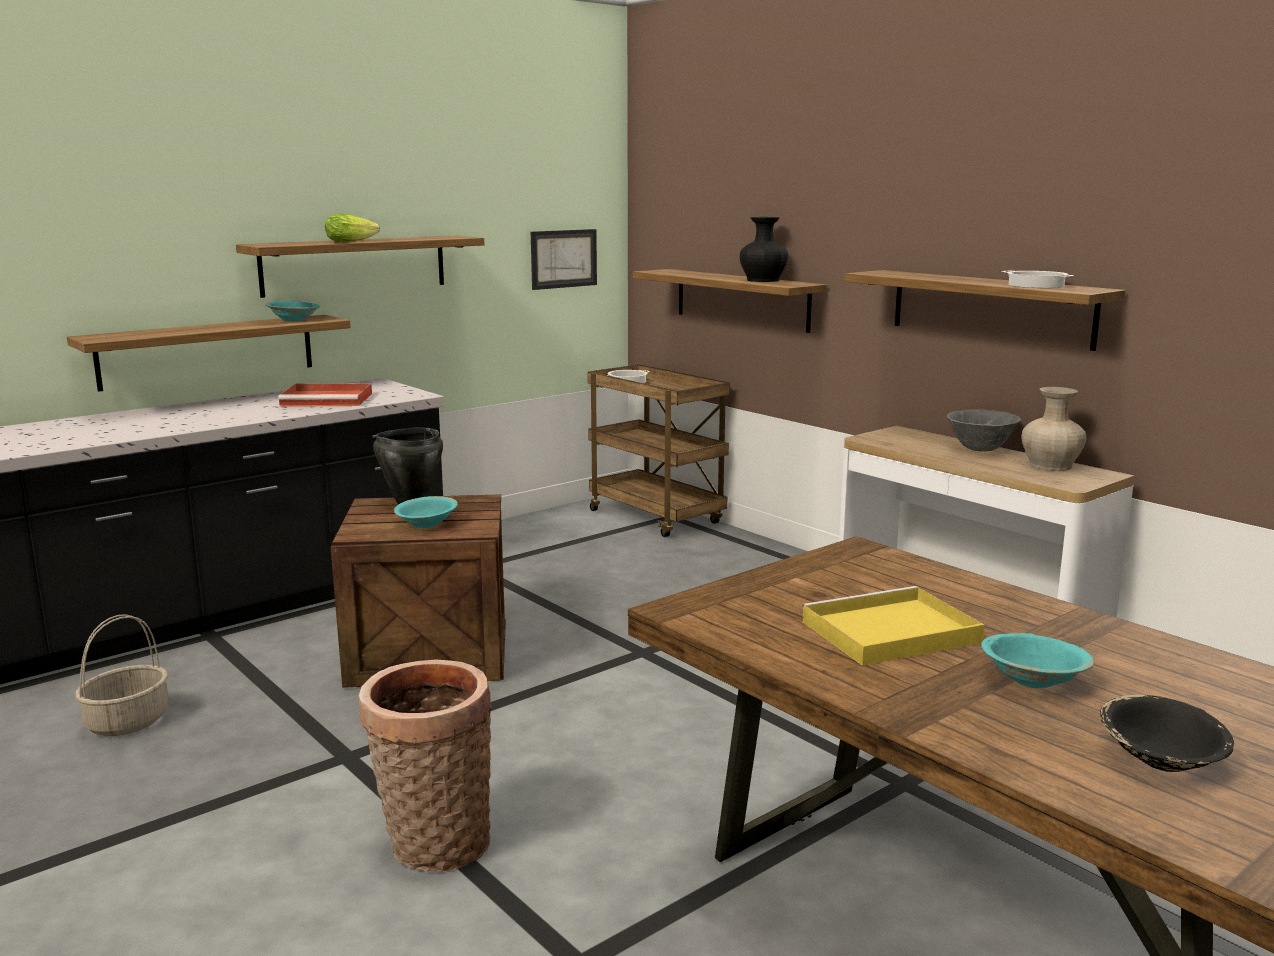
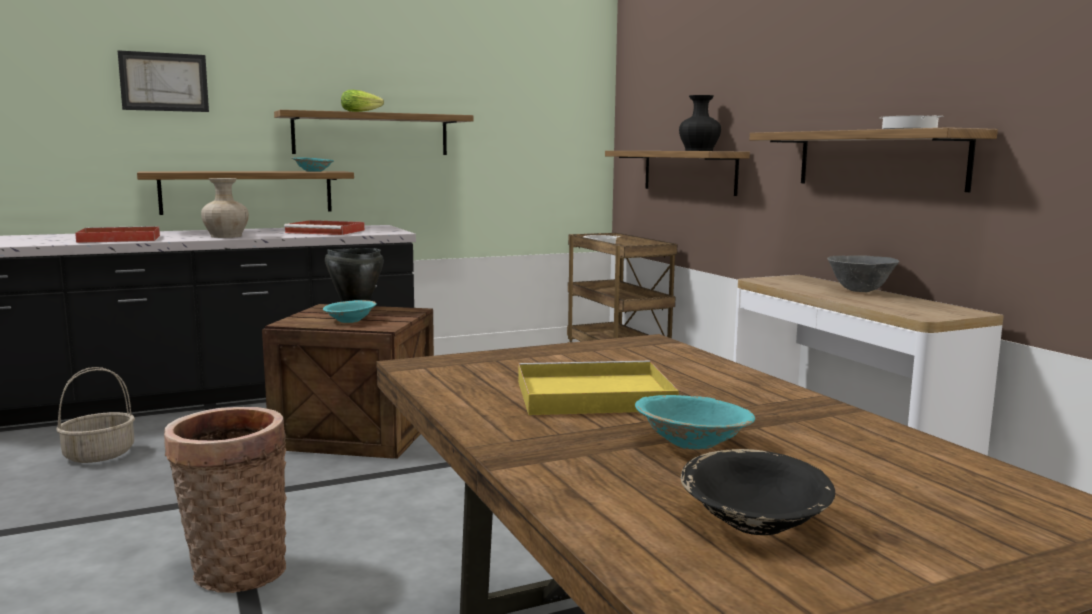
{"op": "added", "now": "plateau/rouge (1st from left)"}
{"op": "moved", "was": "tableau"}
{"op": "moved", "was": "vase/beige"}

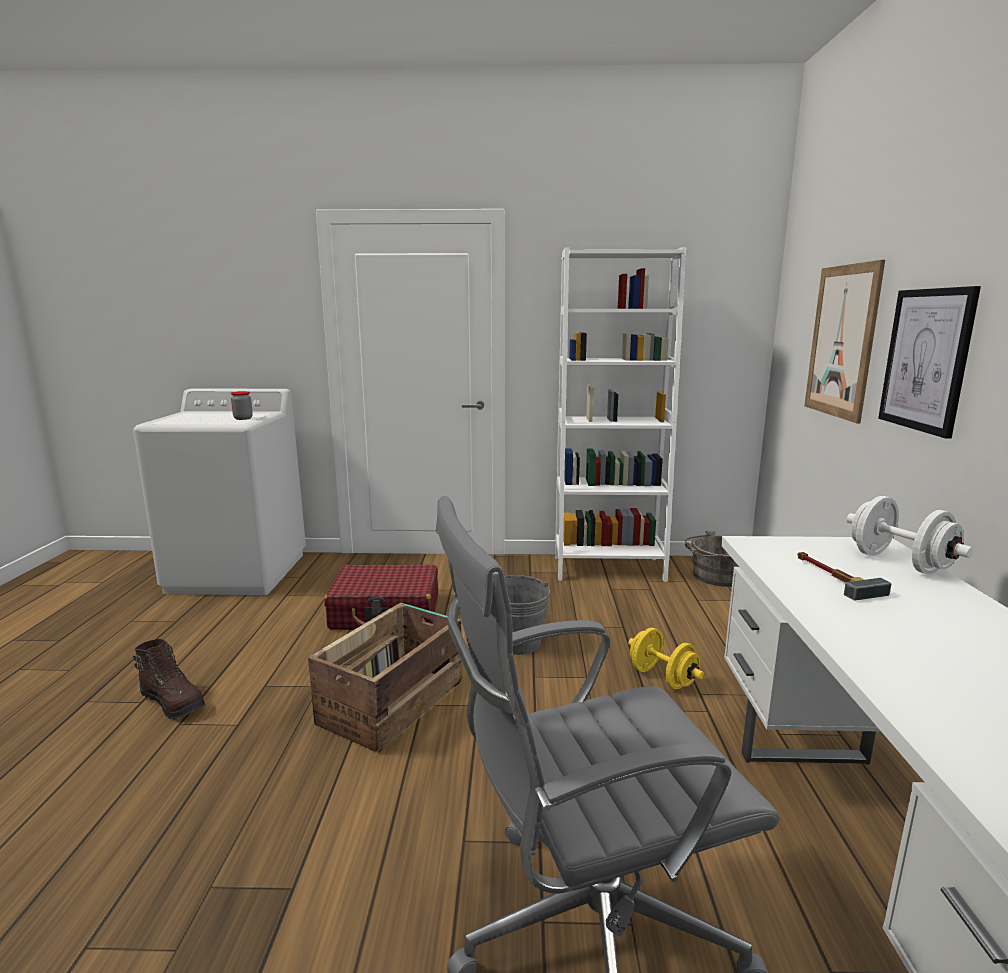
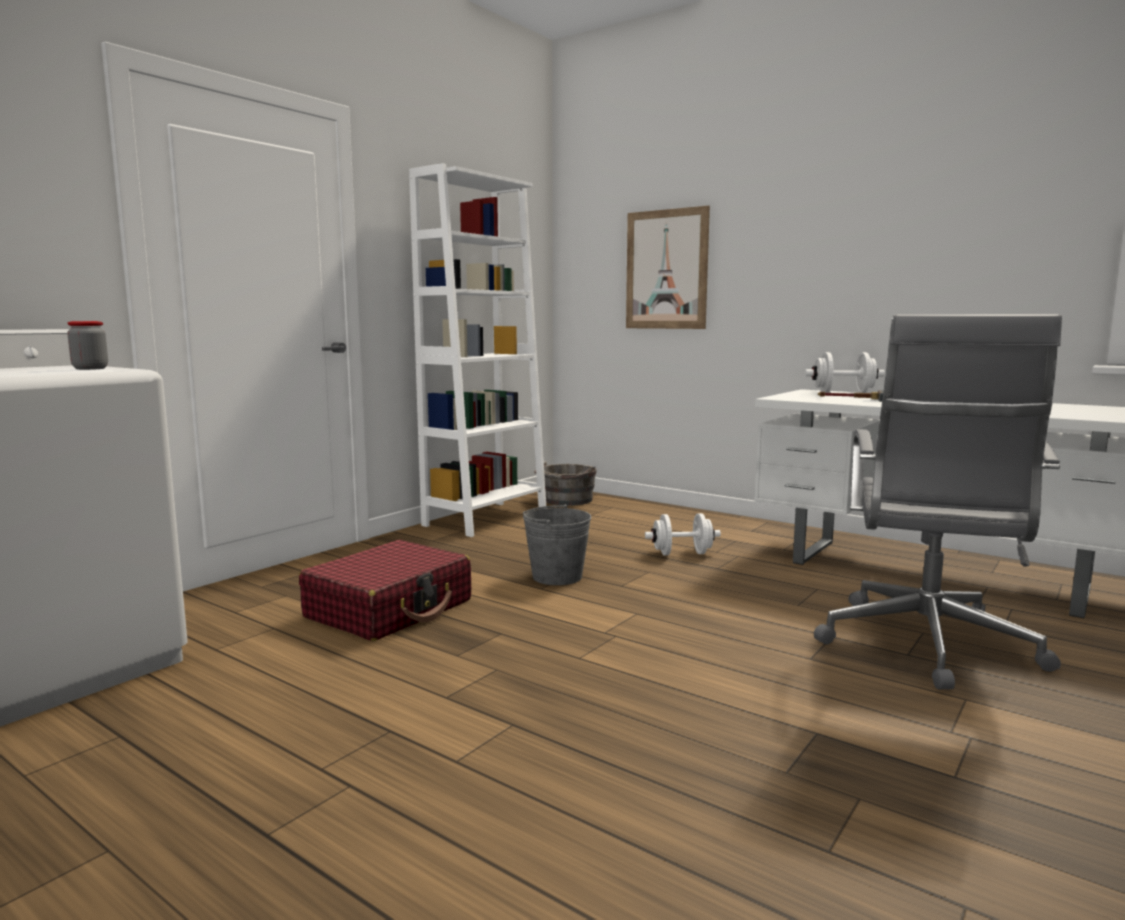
{"op": "recoloured", "was": "haltère/jaune", "now": "haltère/blanc (1st from left)"}
{"op": "removed", "was": "botte/marron"}
{"op": "removed", "was": "caisse"}
{"op": "removed", "was": "tableau (2nd from left)"}

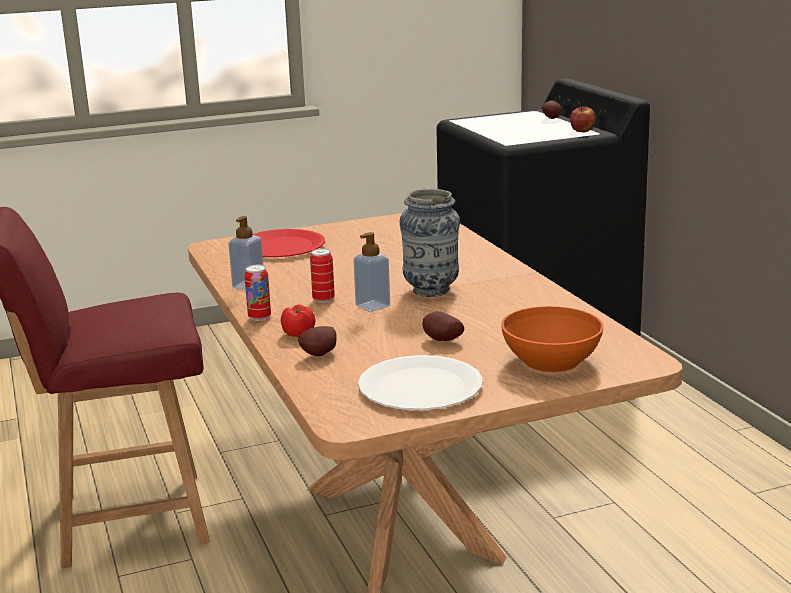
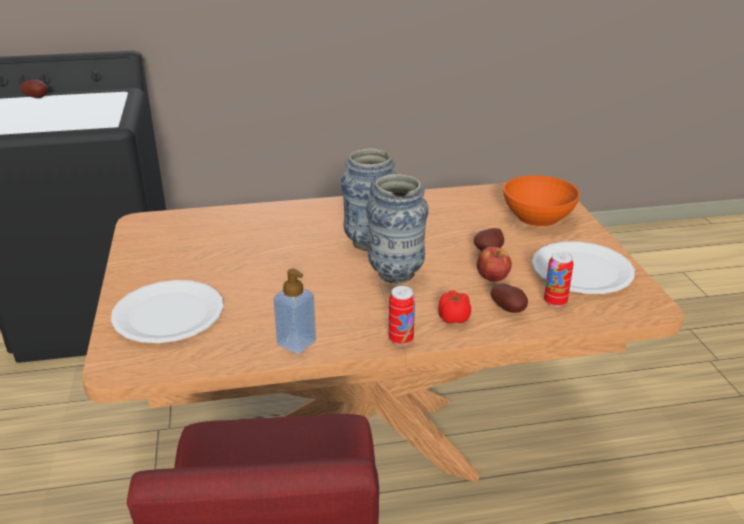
{"op": "recoloured", "was": "assiette/rouge", "now": "assiette/blanc (1st from left)"}
{"op": "replaced", "was": "distributeur de savon (2nd from left)", "now": "vase (2nd from left)"}
{"op": "moved", "was": "pomme"}
{"op": "moved", "was": "boîte métallique (2nd from left)"}

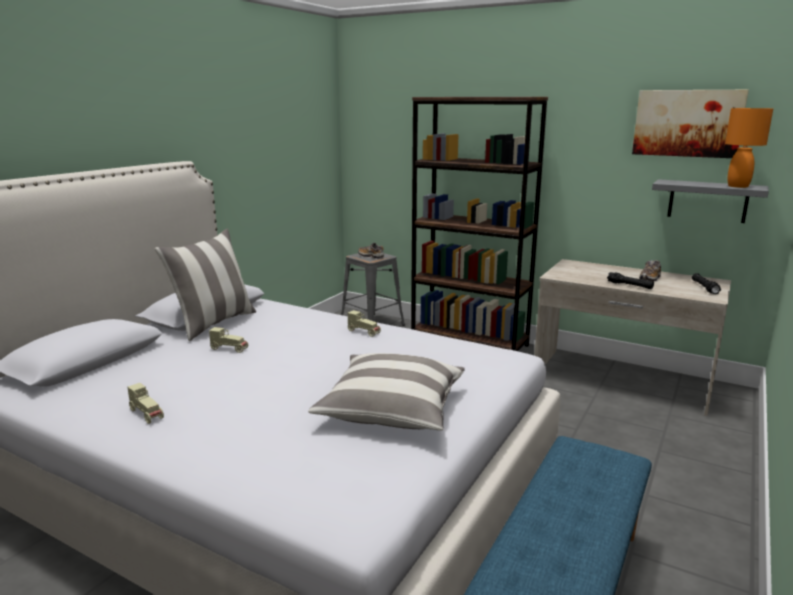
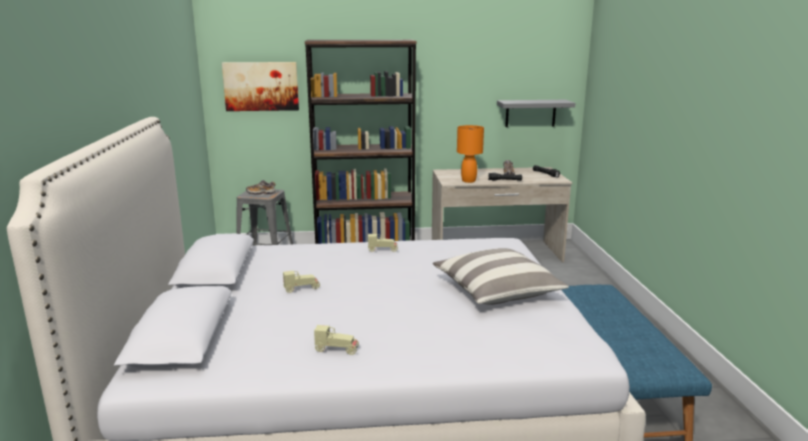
{"op": "moved", "was": "tableau"}
{"op": "moved", "was": "lampe de table/orange"}
{"op": "removed", "was": "coussin (1st from left)"}

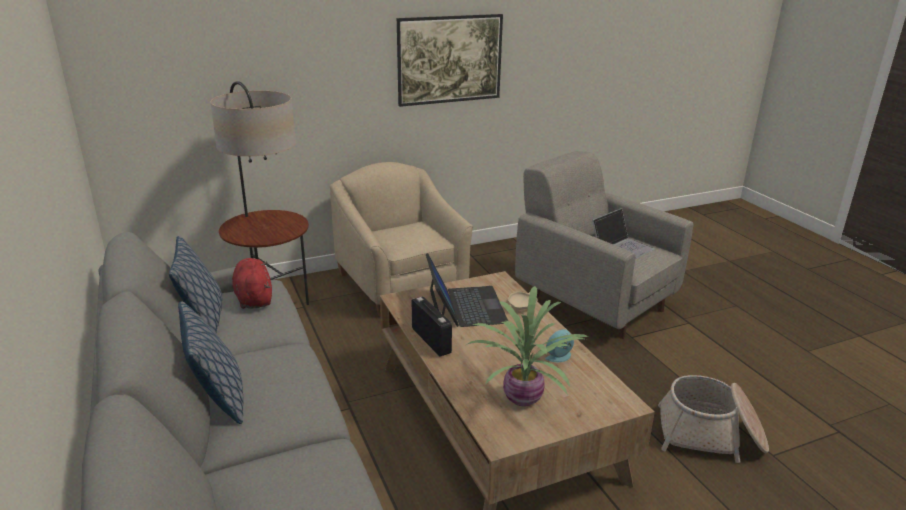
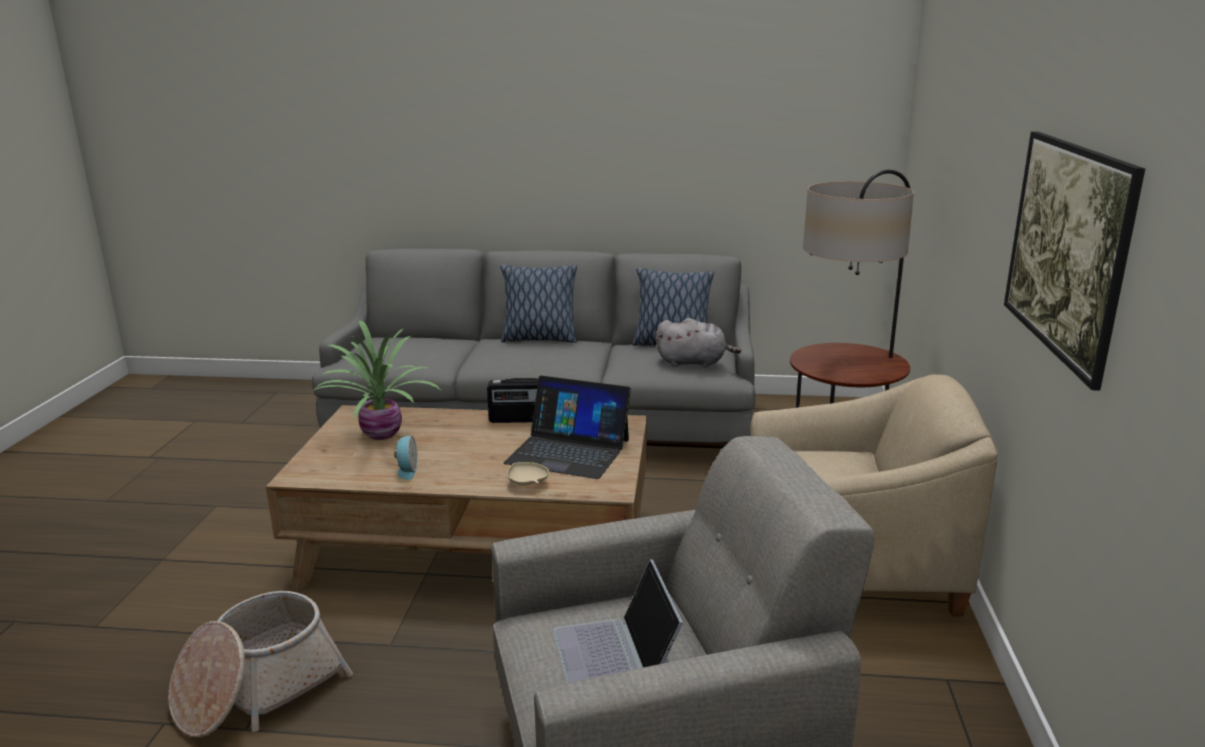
{"op": "recoloured", "was": "peluche/rouge", "now": "peluche/gris"}

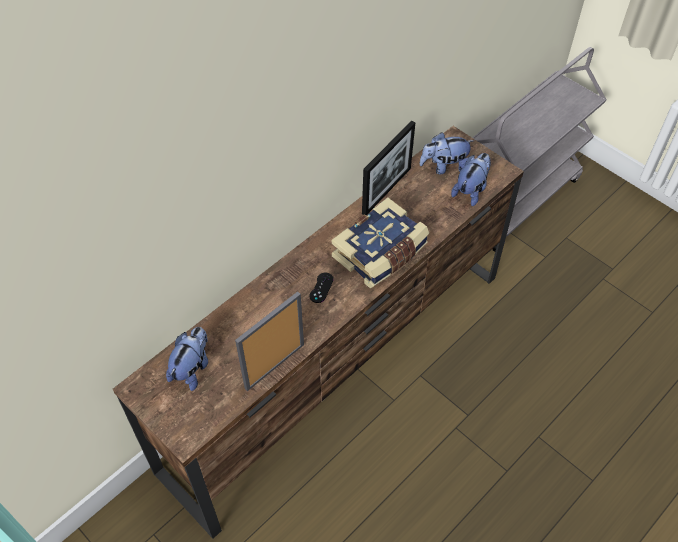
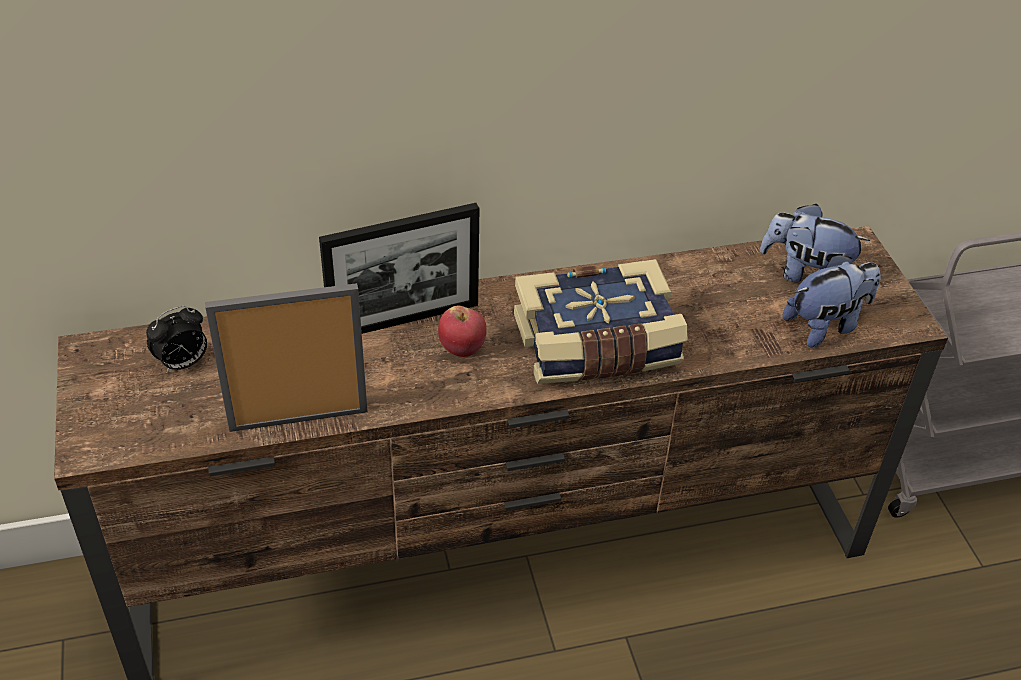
{"op": "replaced", "was": "peluche (1st from left)", "now": "réveil"}
{"op": "moved", "was": "cadre photo (2nd from left)"}
{"op": "replaced", "was": "manette/noir", "now": "pomme"}

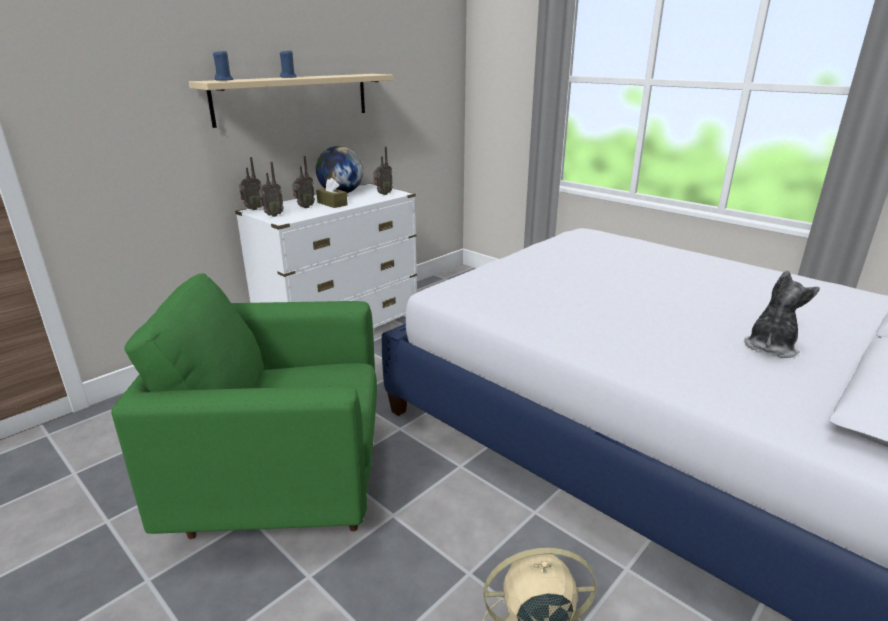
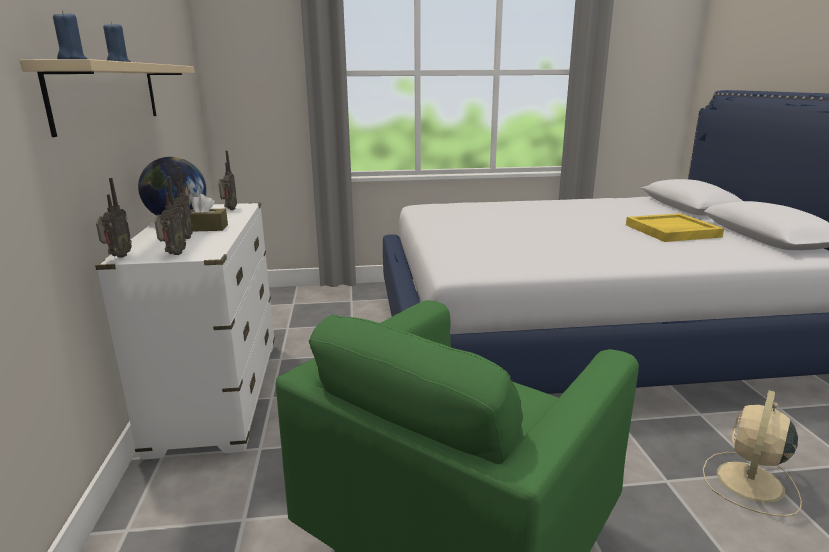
{"op": "replaced", "was": "peluche", "now": "plateau/jaune"}

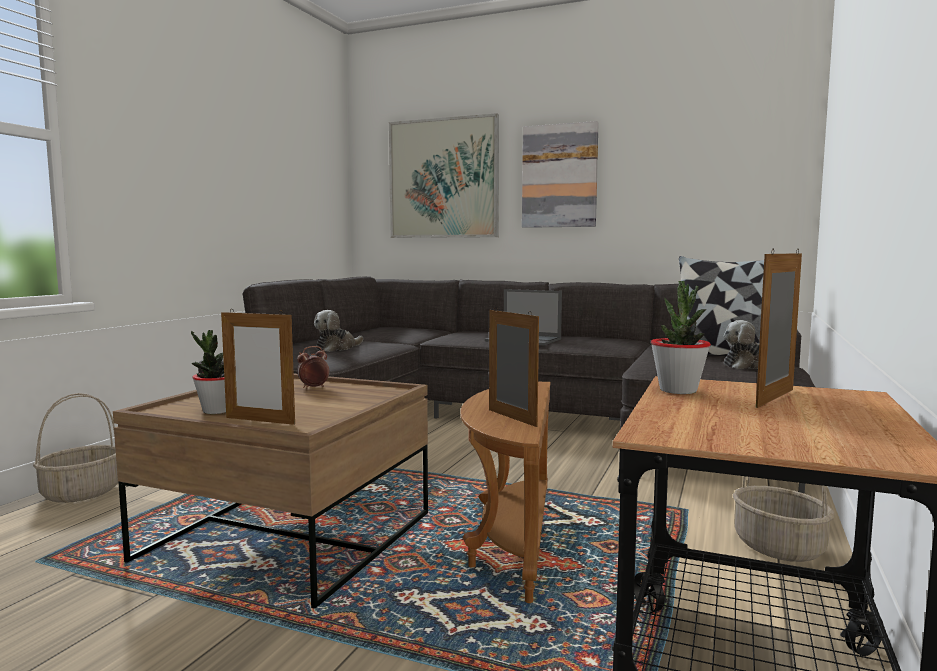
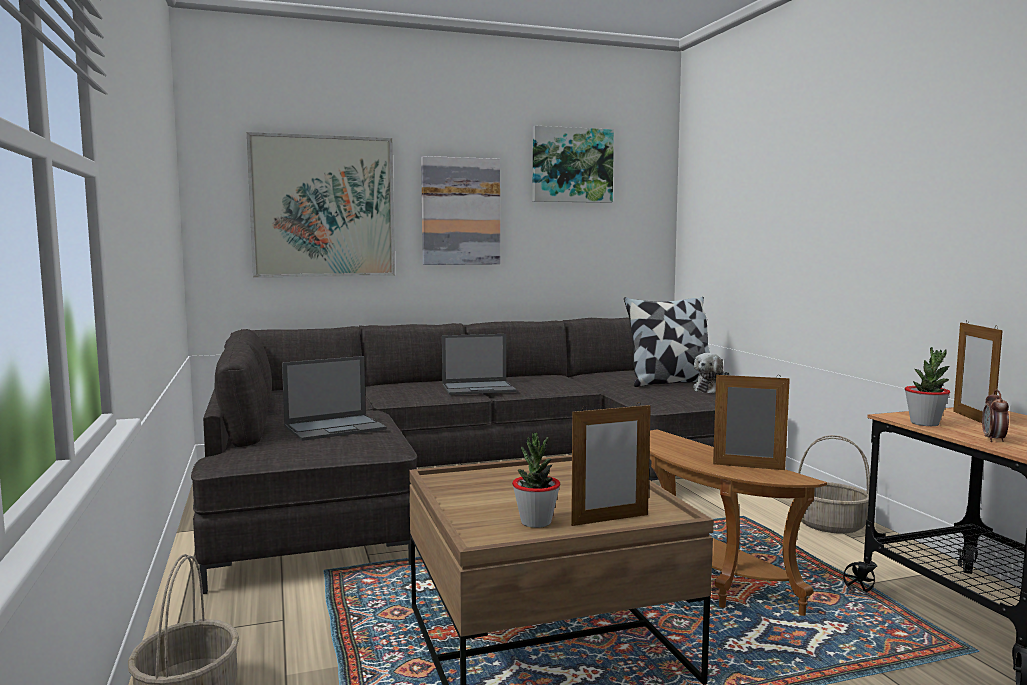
{"op": "replaced", "was": "peluche (1st from left)", "now": "ordinateur portable (1st from left)"}
{"op": "added", "now": "tableau (3rd from left)"}
{"op": "moved", "was": "réveil"}

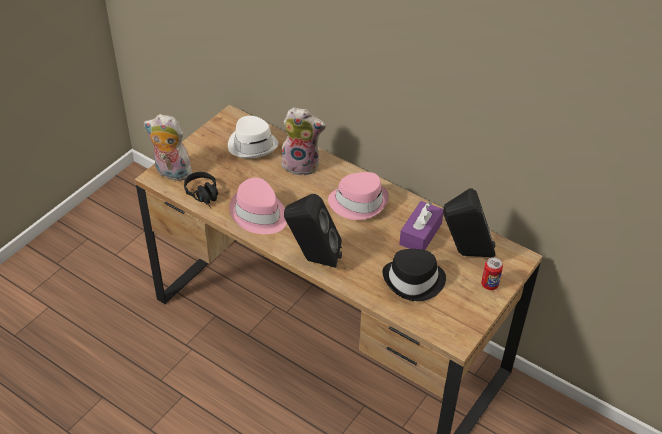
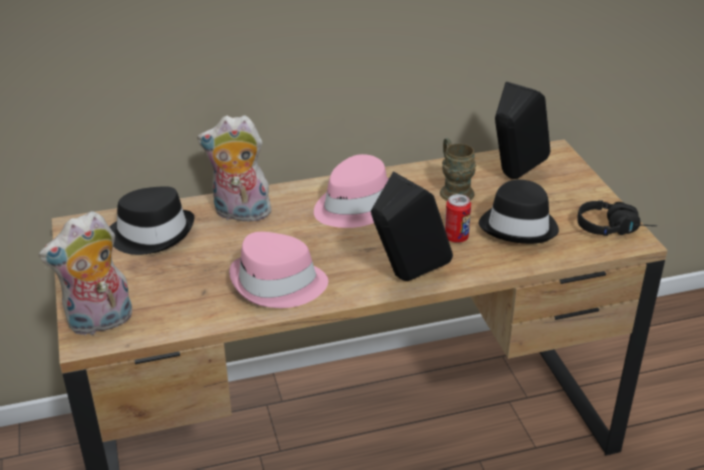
{"op": "recoloured", "was": "chapeau/blanc", "now": "chapeau/noir (1st from left)"}
{"op": "turned", "was": "peluche (2nd from left)", "clockwise": -135}
{"op": "replaced", "was": "boîte à mouchoirs/violet", "now": "mug/marron"}
{"op": "moved", "was": "boîte métallique"}
{"op": "moved", "was": "casque audio/noir"}

